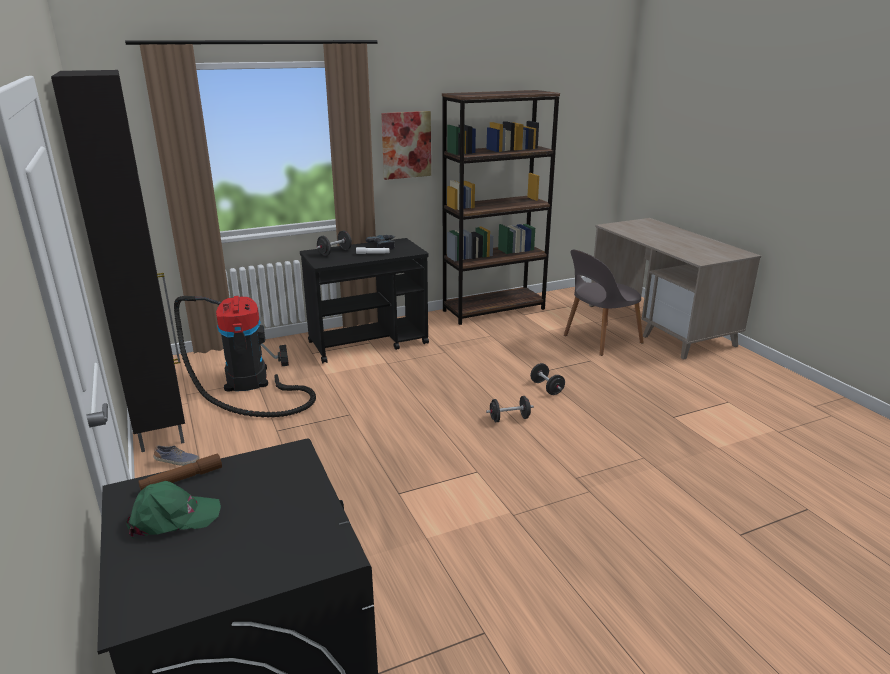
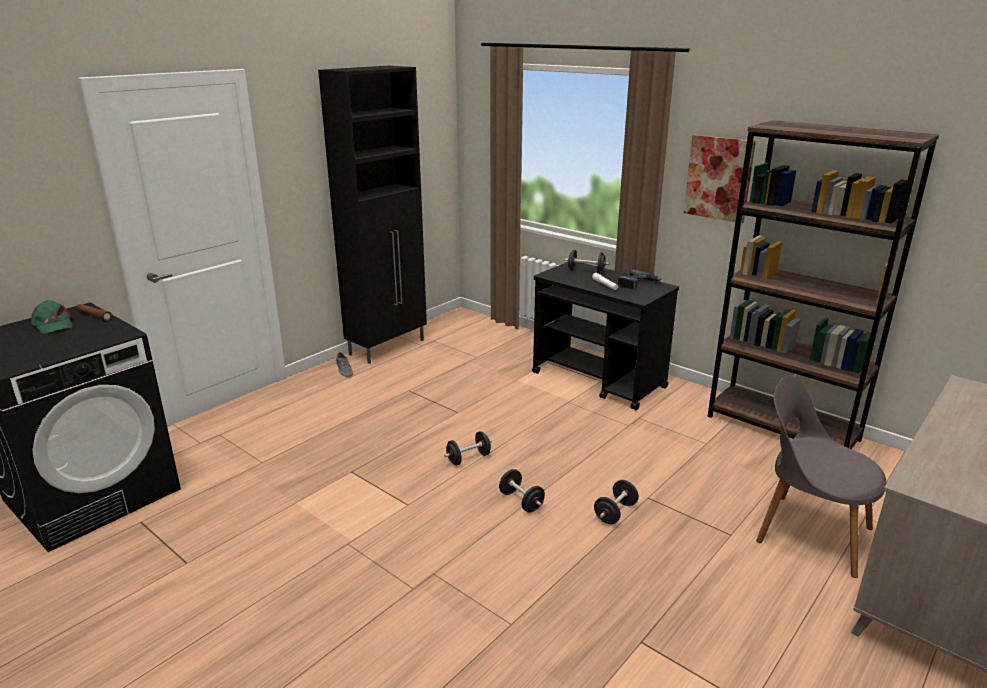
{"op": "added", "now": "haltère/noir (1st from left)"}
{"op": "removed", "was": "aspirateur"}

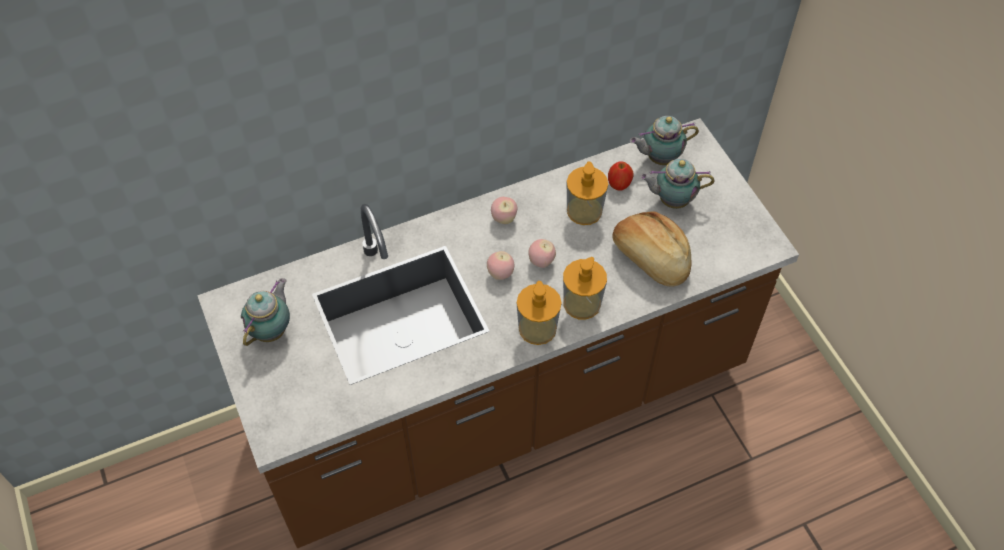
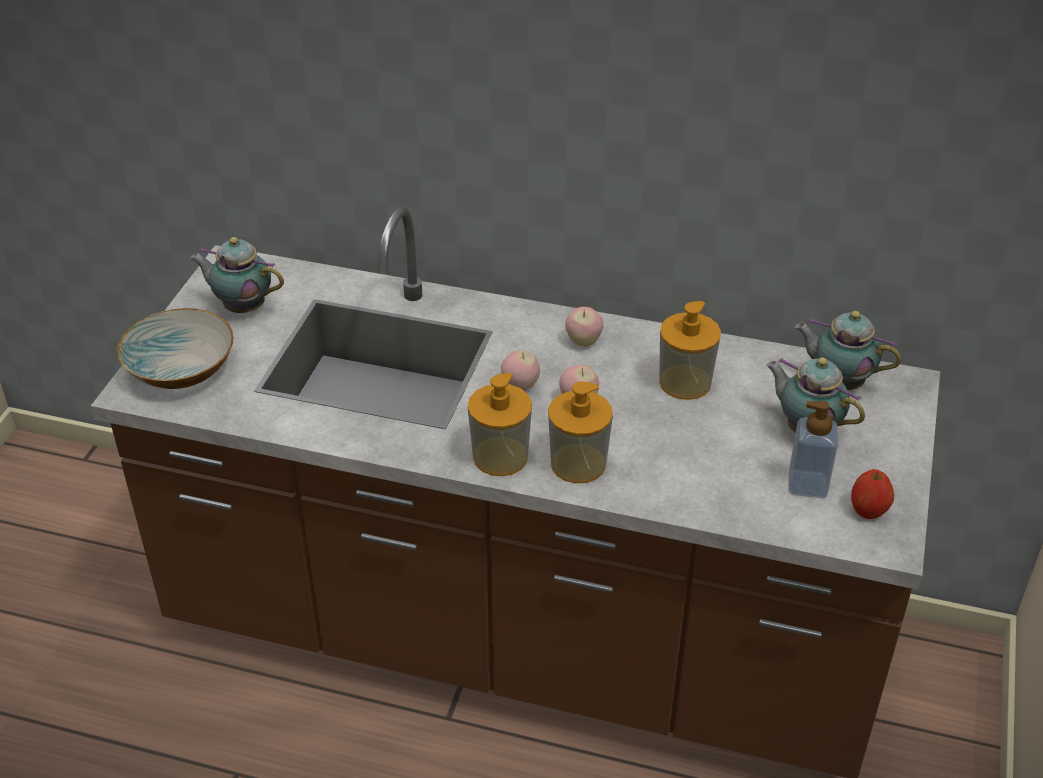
{"op": "added", "now": "bol"}
{"op": "turned", "was": "théière (1st from left)", "clockwise": -135}
{"op": "added", "now": "distributeur de savon (4th from left)"}
{"op": "moved", "was": "pomme (4th from left)"}
{"op": "removed", "was": "pain"}

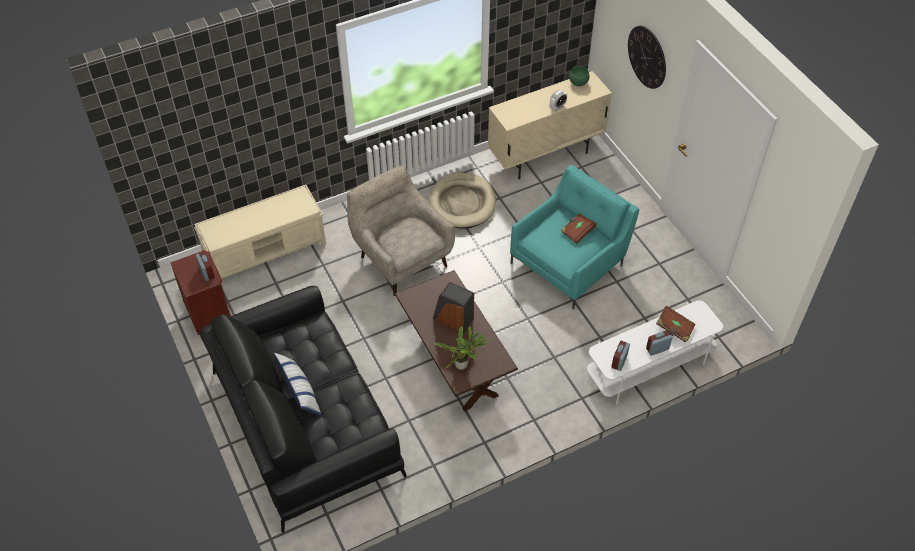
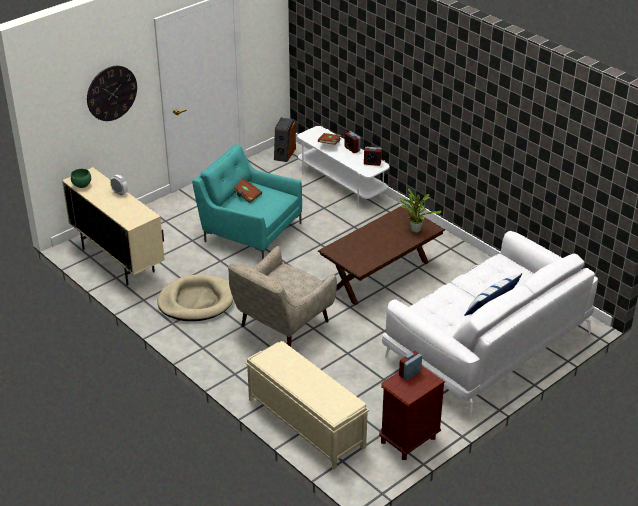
{"op": "moved", "was": "enceinte"}
{"op": "recoloured", "was": "canapé/noir", "now": "canapé/blanc"}

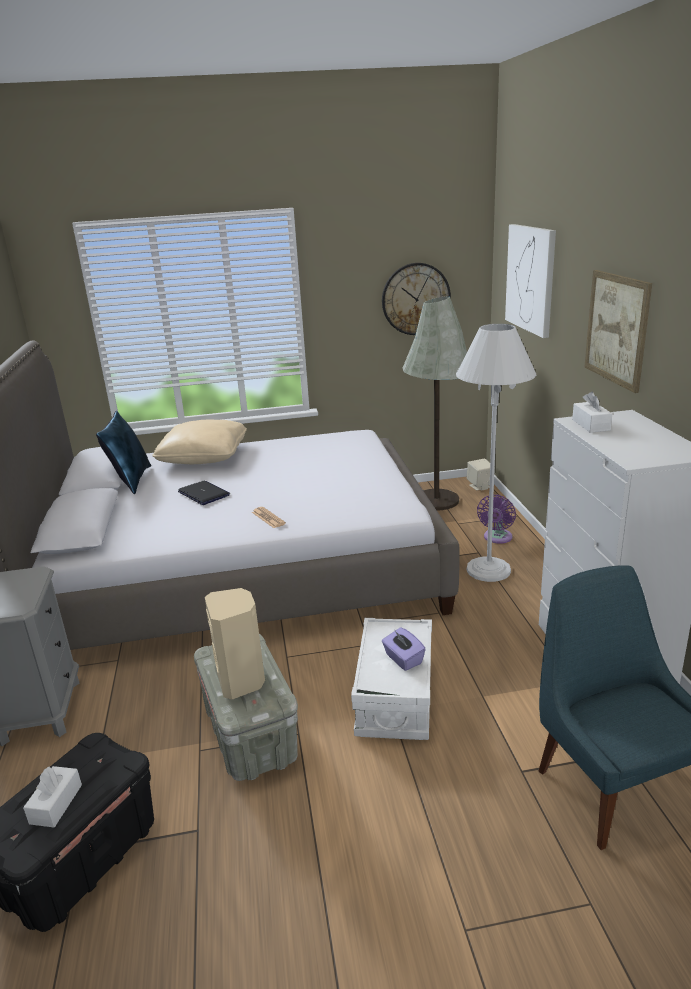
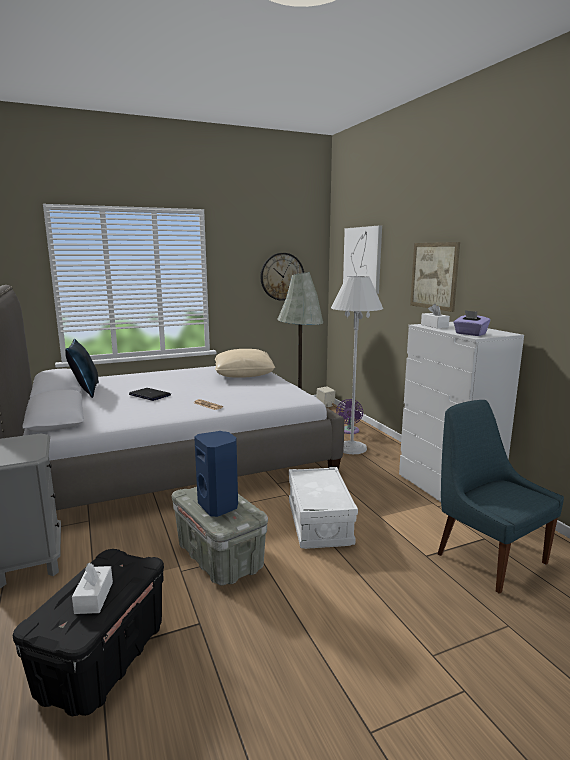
{"op": "recoloured", "was": "enceinte/beige (1st from left)", "now": "enceinte/bleu"}
{"op": "moved", "was": "coussin/beige"}
{"op": "moved", "was": "boîte à mouchoirs/violet"}

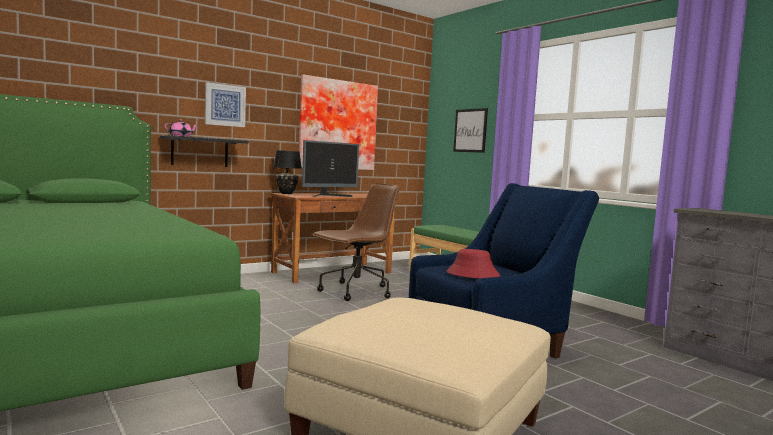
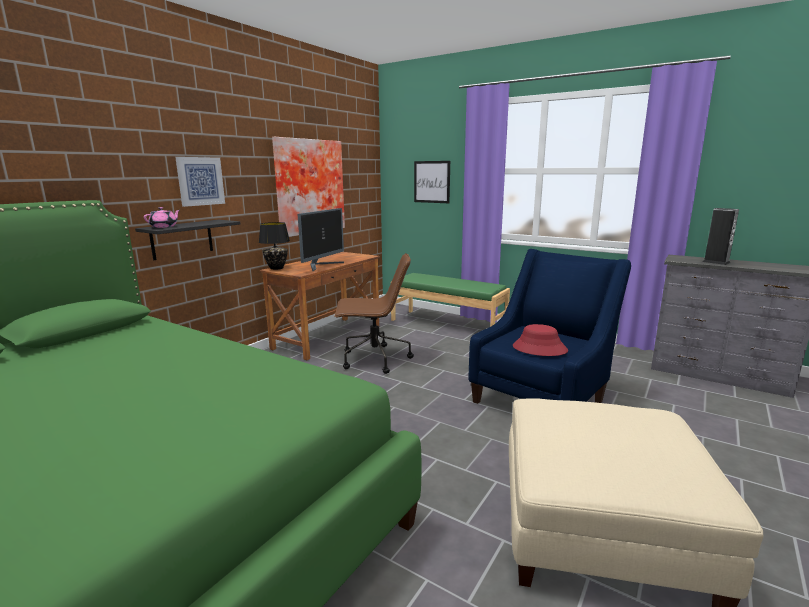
{"op": "turned", "was": "chaise de bureau/marron", "clockwise": 60}
{"op": "added", "now": "enceinte"}

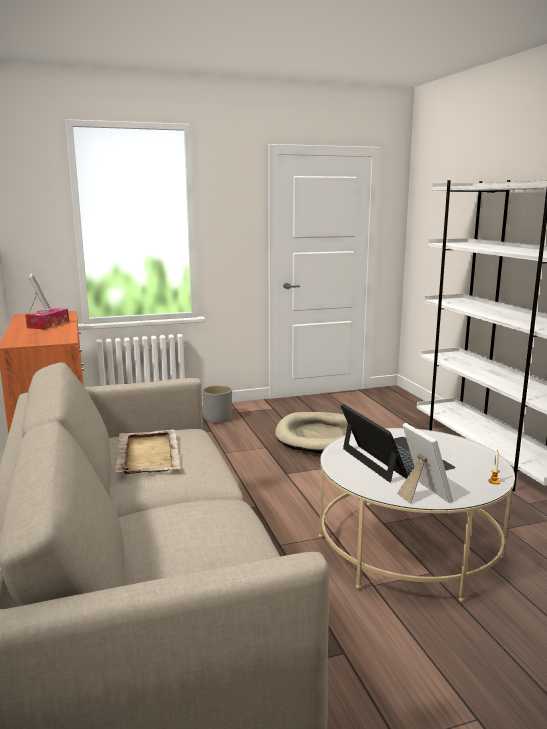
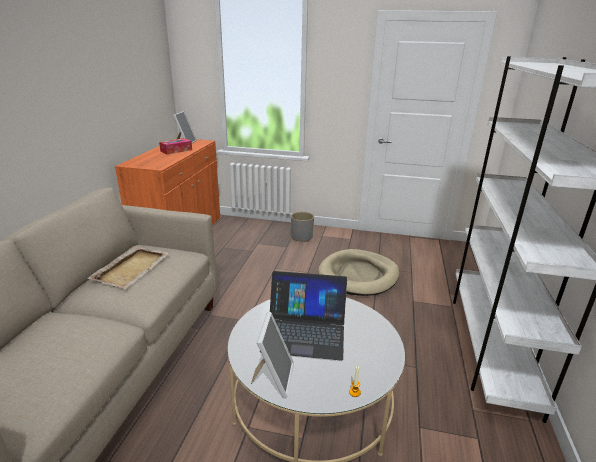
{"op": "turned", "was": "ordinateur portable", "clockwise": 90}

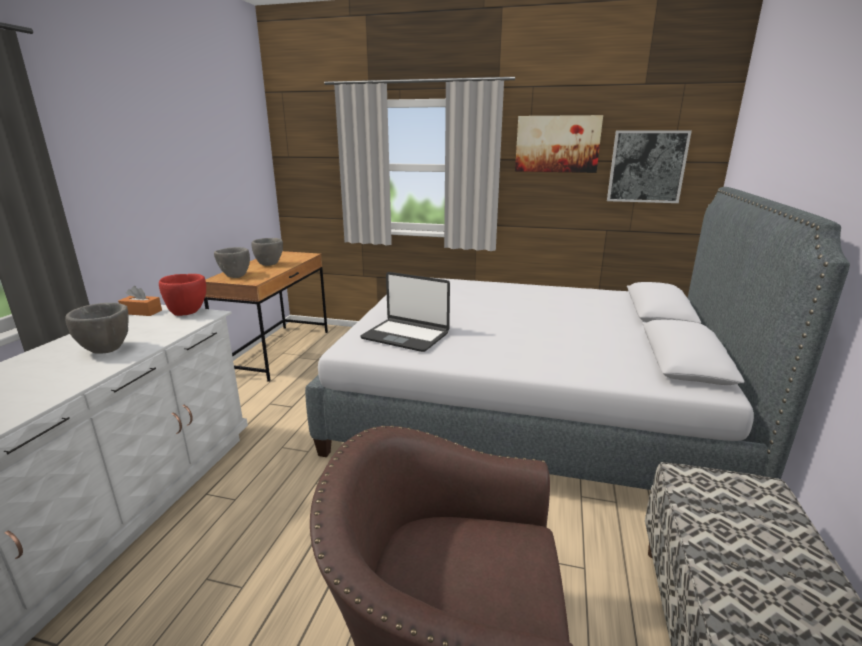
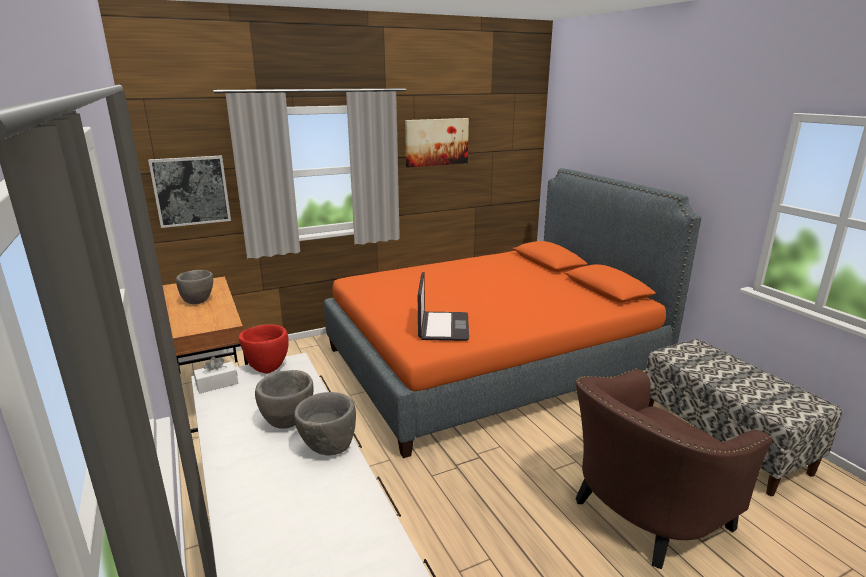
{"op": "moved", "was": "tableau (2nd from left in the first image)", "now": "tableau (1st from left)"}
{"op": "recoloured", "was": "boîte à mouchoirs/orange", "now": "boîte à mouchoirs/blanc"}
{"op": "moved", "was": "bol/gris (2nd from left in the first image)", "now": "bol/gris (3rd from left)"}
{"op": "recoloured", "was": "lit/gris", "now": "lit/orange"}
{"op": "turned", "was": "ordinateur portable", "clockwise": -75}

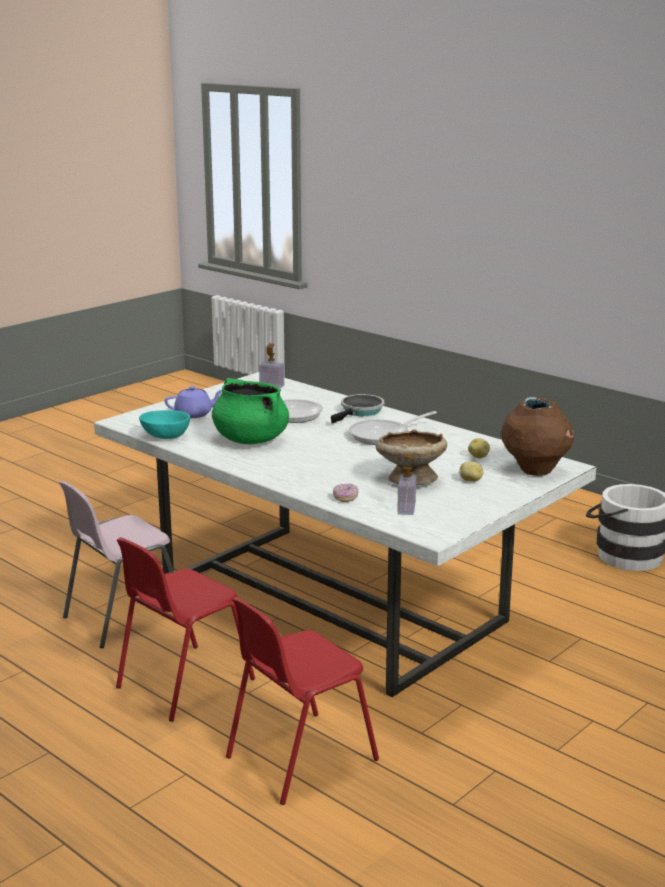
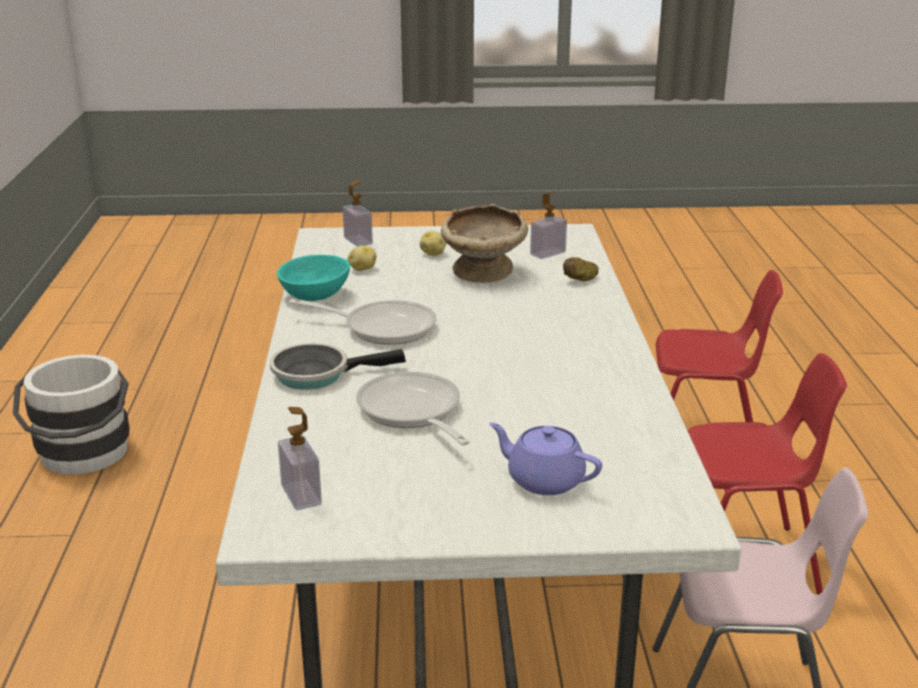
{"op": "moved", "was": "bol/turquoise"}
{"op": "replaced", "was": "vase/marron", "now": "distributeur de savon (2nd from left)"}
{"op": "replaced", "was": "beignet", "now": "pomme de terre (3rd from left)"}
{"op": "removed", "was": "marmite/vert"}

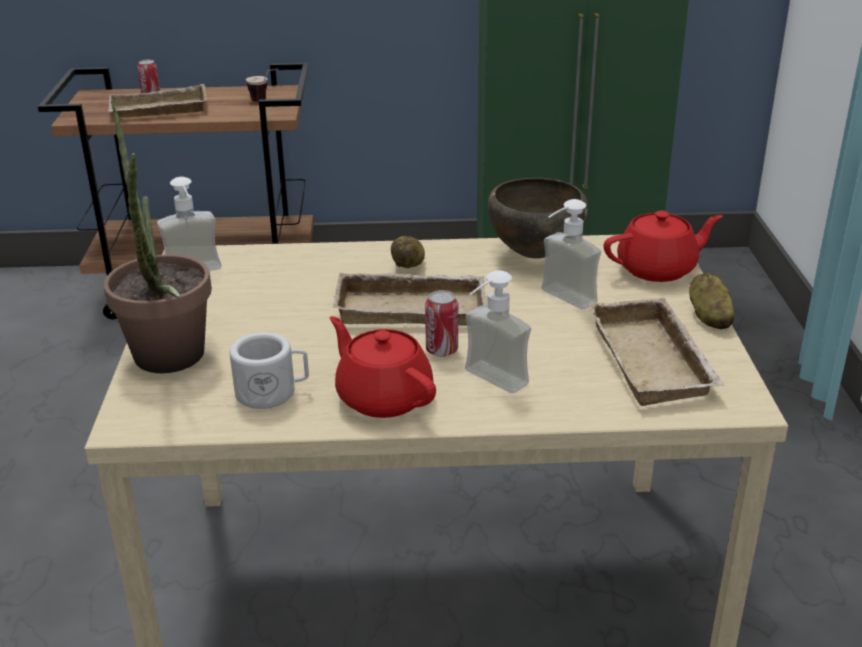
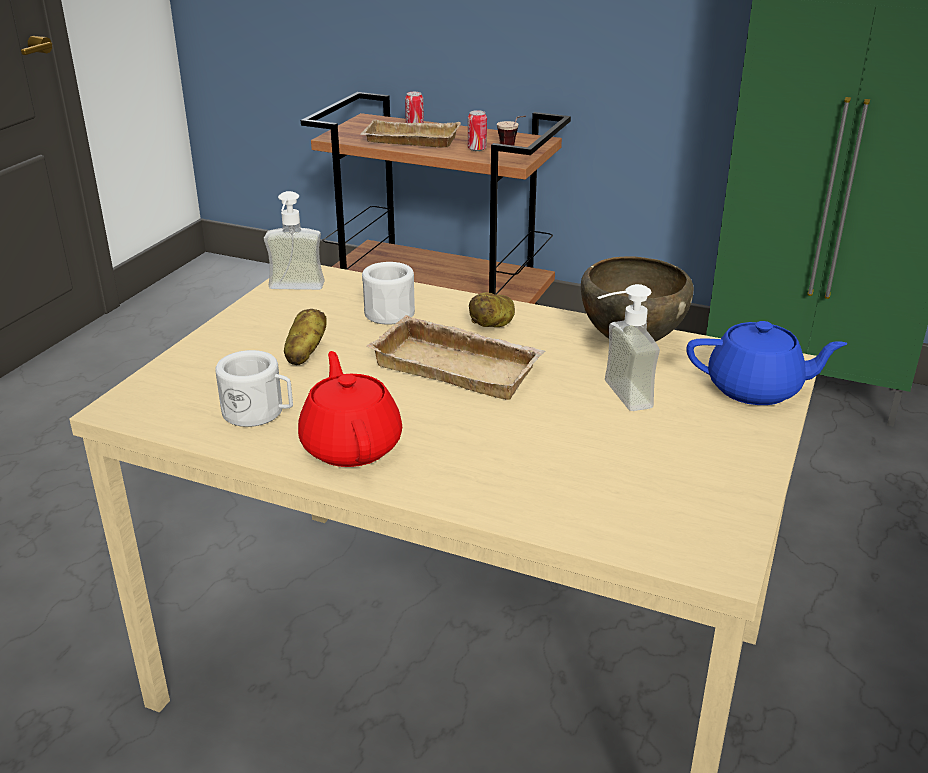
{"op": "moved", "was": "pomme de terre (2nd from left in the first image)", "now": "pomme de terre (1st from left)"}
{"op": "added", "now": "mug/blanc (2nd from left)"}
{"op": "moved", "was": "boîte métallique (2nd from left)"}
{"op": "recoloured", "was": "théière/rouge (2nd from left)", "now": "théière/bleu"}
{"op": "removed", "was": "plante en pot"}
{"op": "removed", "was": "distributeur de savon (2nd from left)"}
{"op": "removed", "was": "plateau/beige (3rd from left)"}

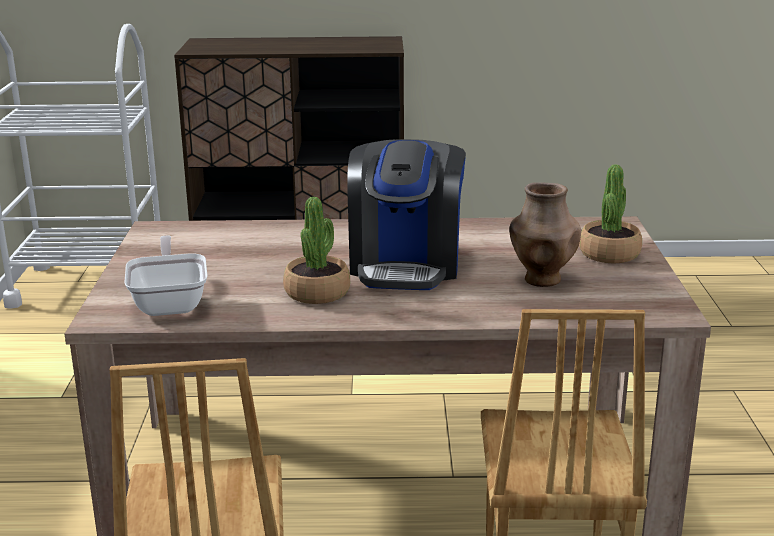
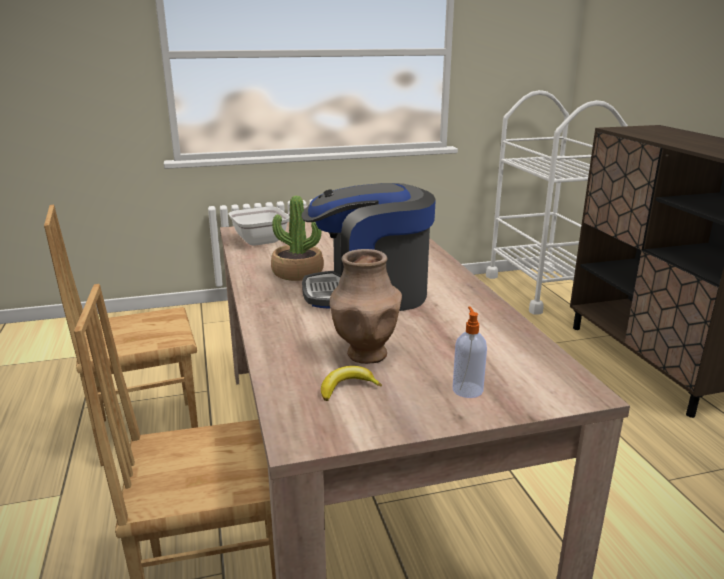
{"op": "added", "now": "banane"}
{"op": "replaced", "was": "plante en pot (2nd from left)", "now": "distributeur de savon"}

